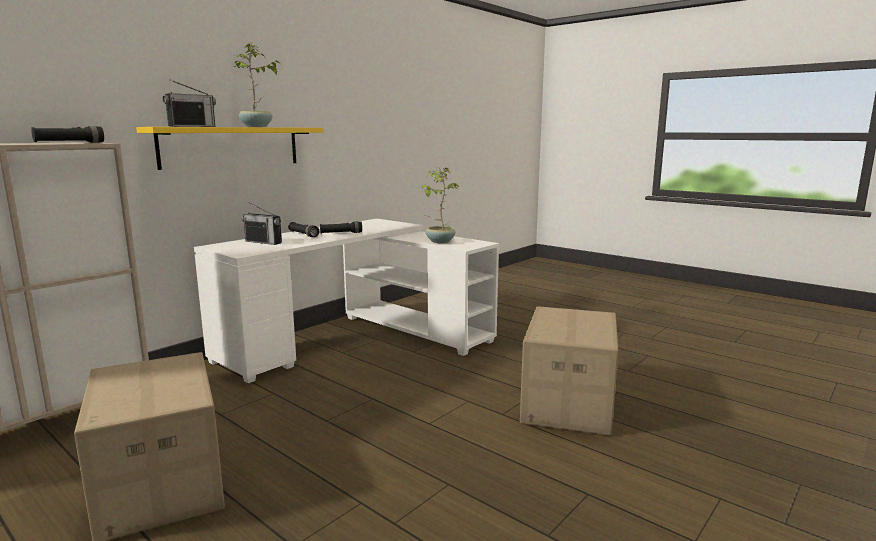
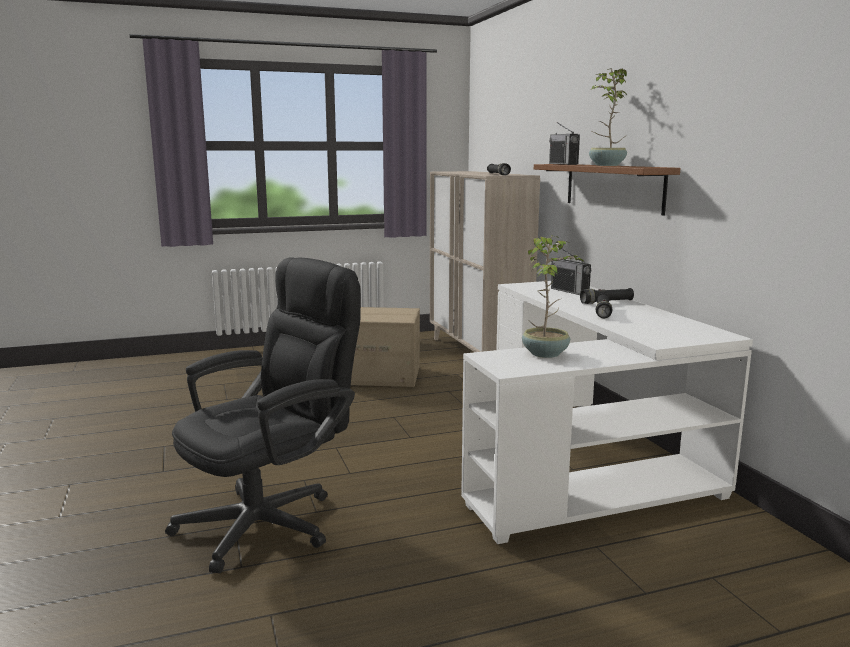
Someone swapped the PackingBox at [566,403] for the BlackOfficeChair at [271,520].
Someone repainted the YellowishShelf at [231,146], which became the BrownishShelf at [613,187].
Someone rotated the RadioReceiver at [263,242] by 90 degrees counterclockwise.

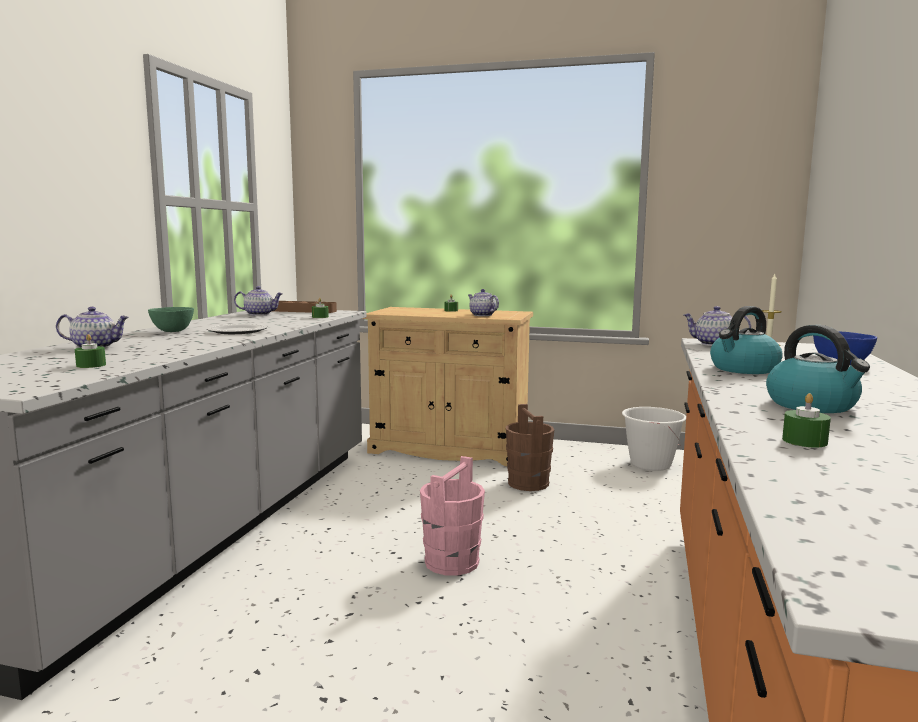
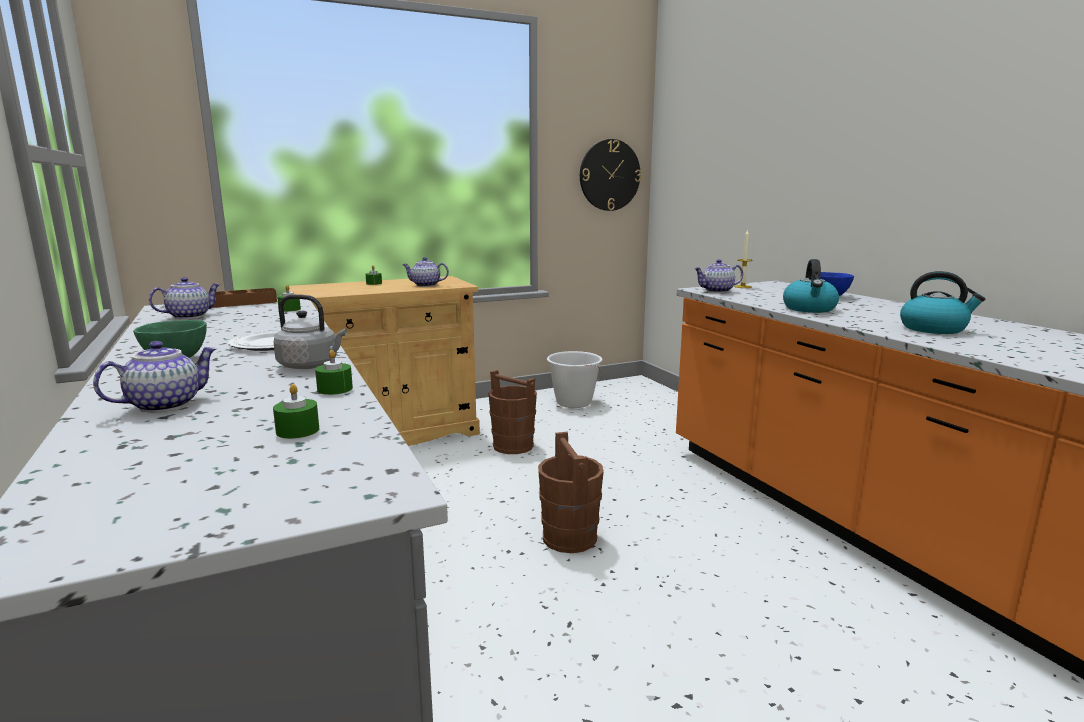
Someone put down the GreyishKettle at [311,365].
Someone carried the GreenColouredWaxLight from [804,441] to [335,389].
Someone repainted the PinkColouredWaterBucket at [452,562], which became the BrownishWaterBucket at [569,537].
Someone put up the HangingClock at [609,175].

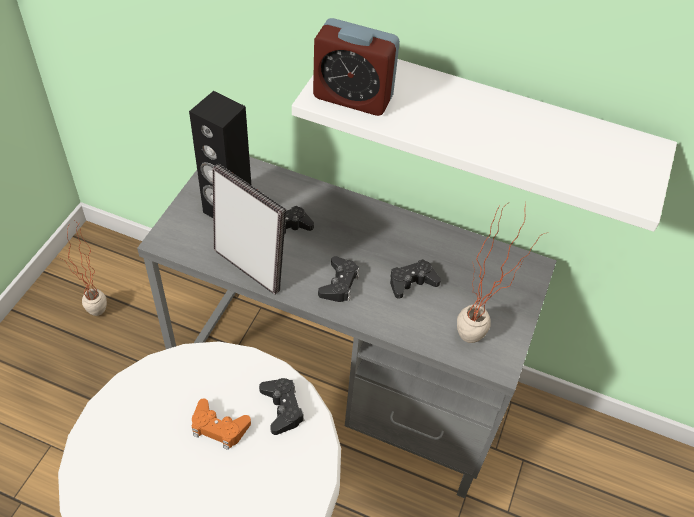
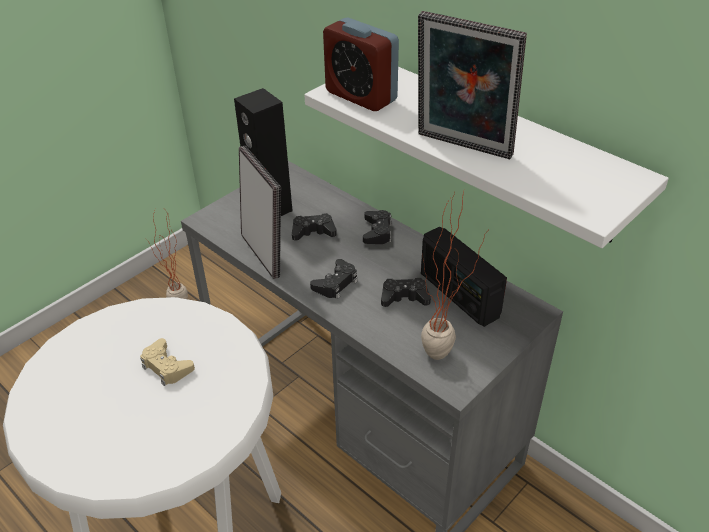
Someone repainted the OrangeyGamepad at [219,427], which became the BeigeColouredGamepad at [166,366].
Someone carried the BlackGamepad from [282,408] to [377,232].
Someone put down the PictureFrame at [462,147].
Someone put down the RadioReceiver at [458,295].

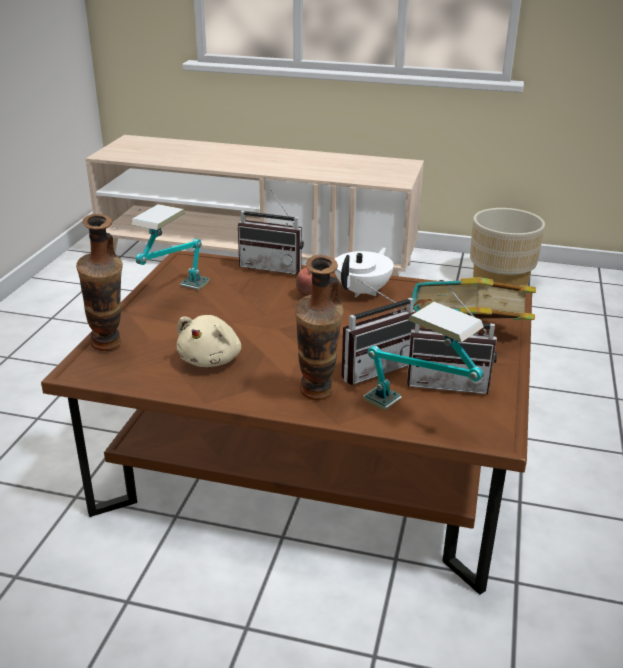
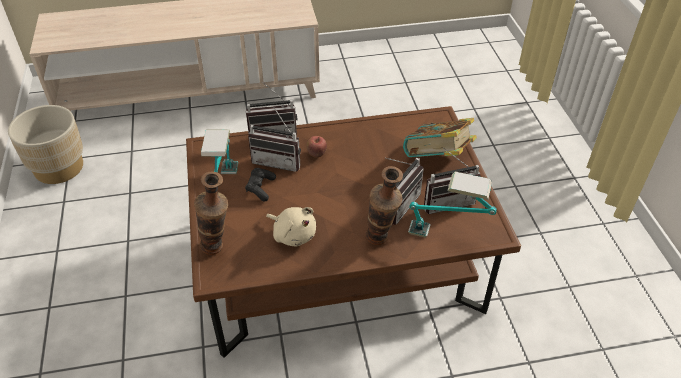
Someone carried the BeigeColouredPlanter from [500,280] to [59,167].
Someone put down the BlackGamepad at [260,188].
Someone put down the RadioReceiver at [278,161].
Someone rotated the BeigeColouredPlushToy at [211,359] by 45 degrees counterclockwise.
Someone took away the WhiteColouredPotForTea at [363,291].

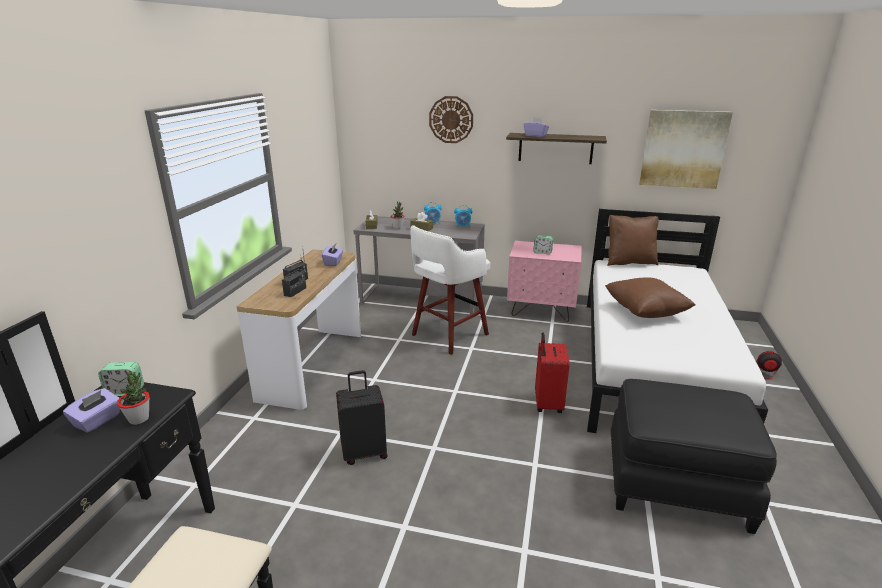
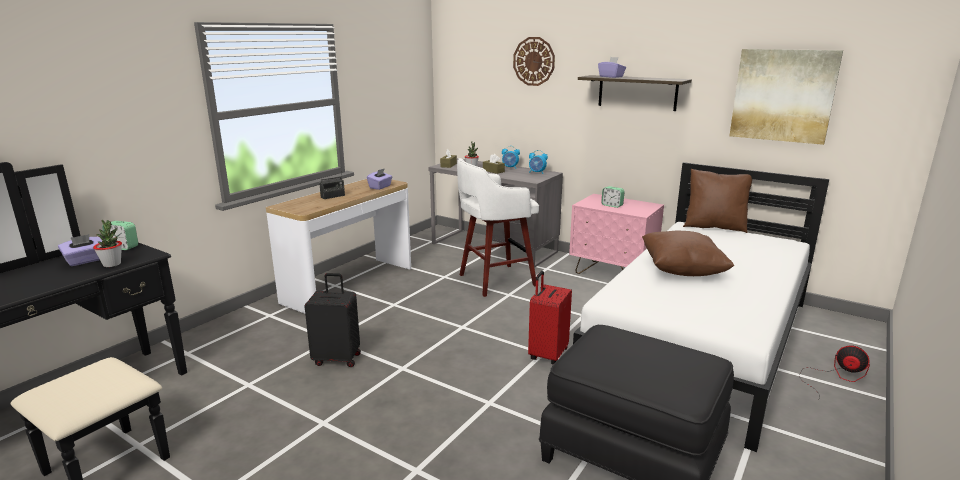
Someone took away the RadioReceiver at [295,291].

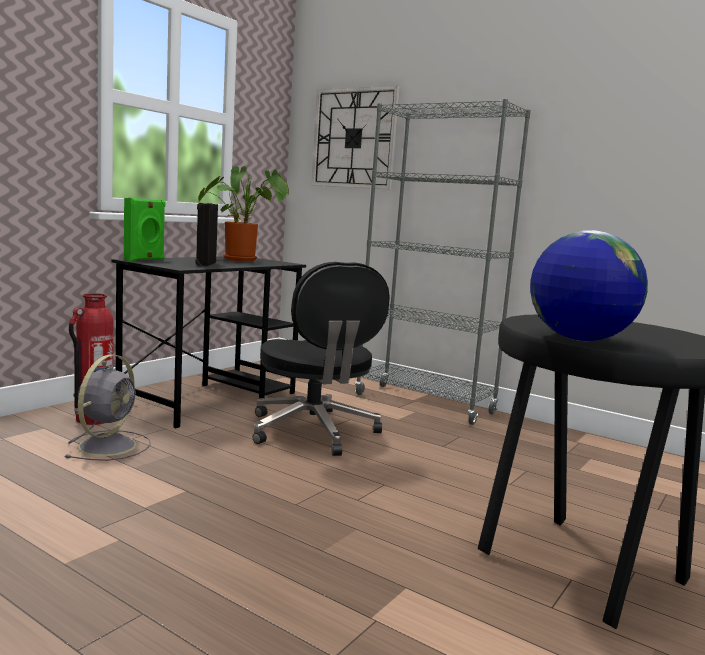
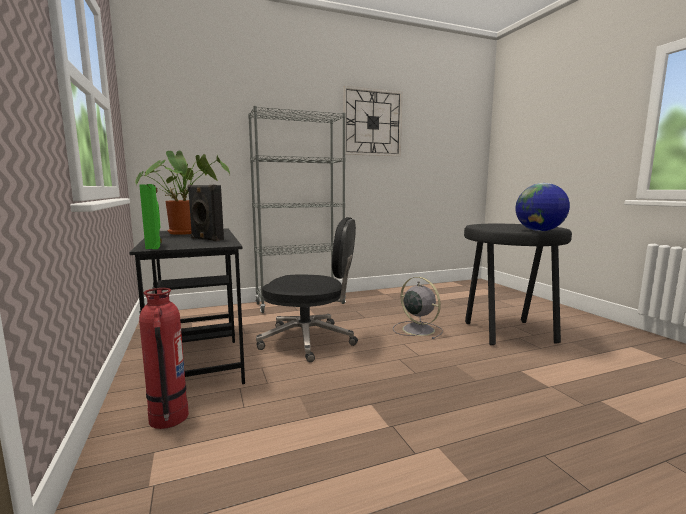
Someone carried the HangingClock from [354,138] to [372,123].
Someone carried the GreyishElectricFan from [109,445] to [417,329].

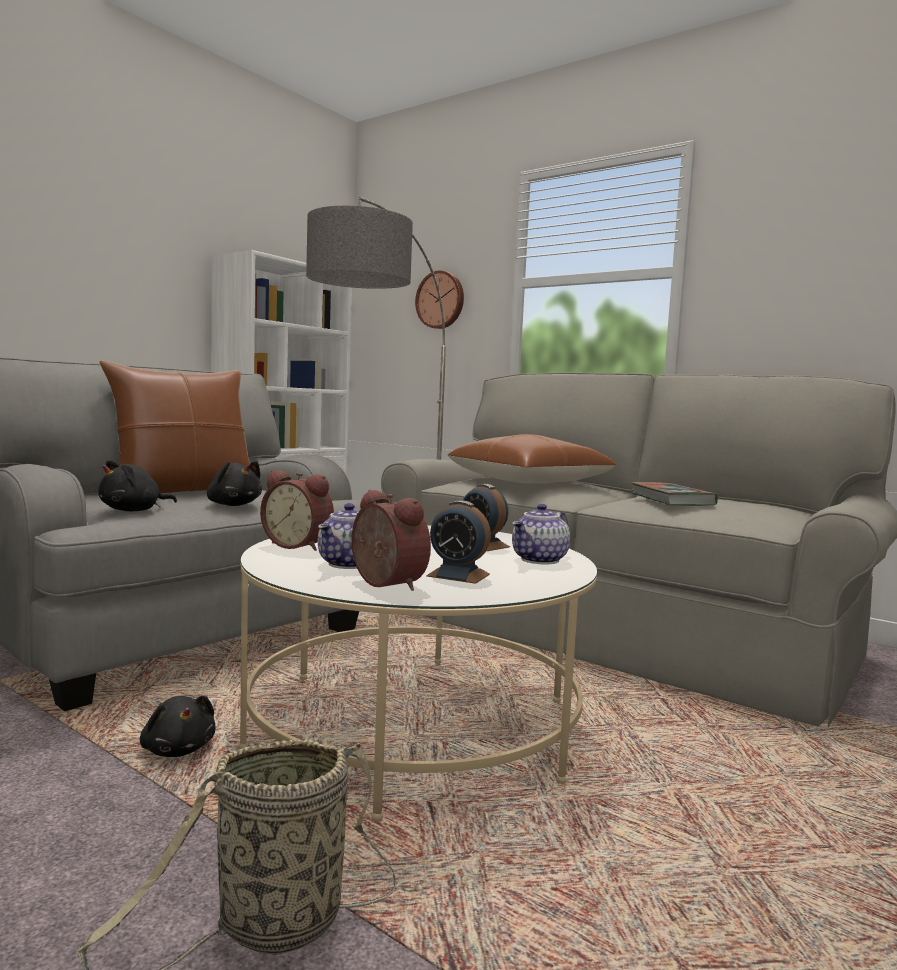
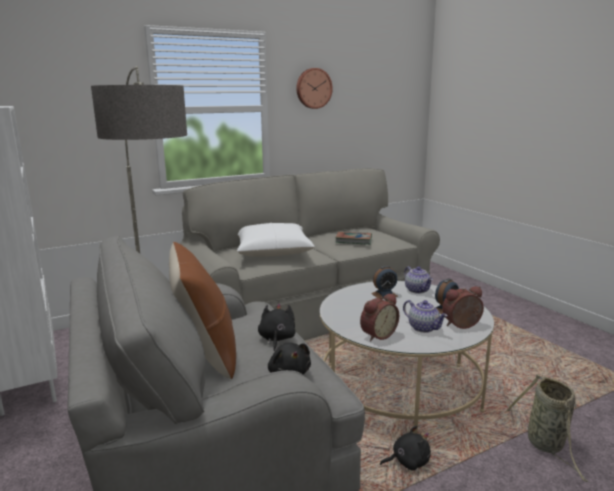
Someone repainted the BrownishCushion at [528,481], which became the WhiteColouredCushion at [272,251].
Someone rotated the BlackPlushToy at [233,505] by 60 degrees counterclockwise.
Someone carried the HangingClock from [441,300] to [313,88].

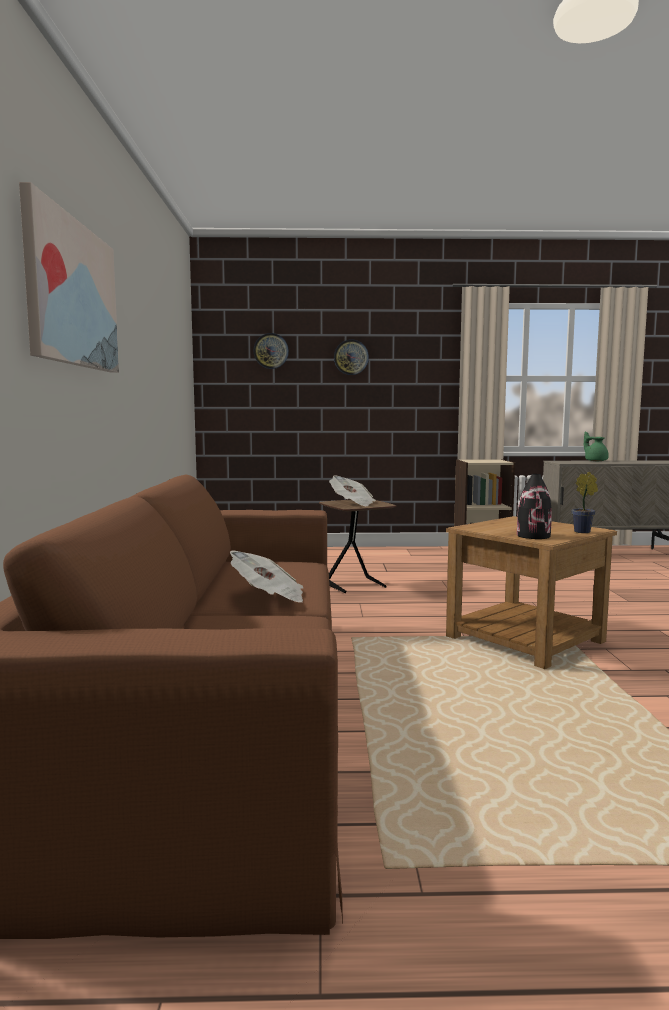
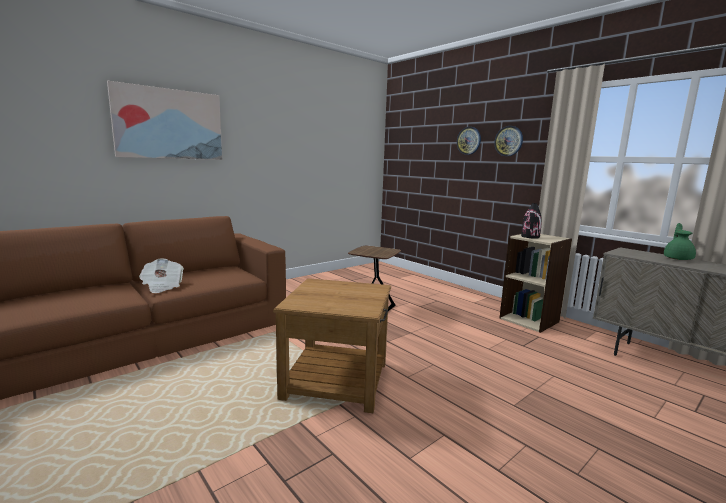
Someone carried the HangingClock from [271,351] to [508,141].
Someone carried the BlackVase from [533,536] to [530,236].
Someone took away the DailyPaper at [352,503].
Someone took away the Houseplant at [584,532].

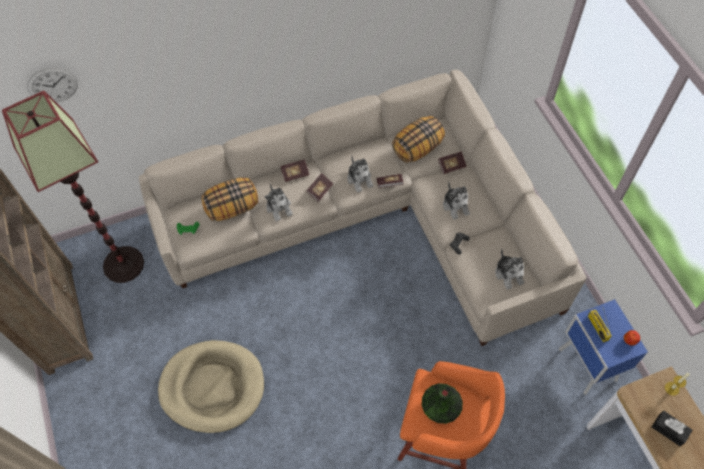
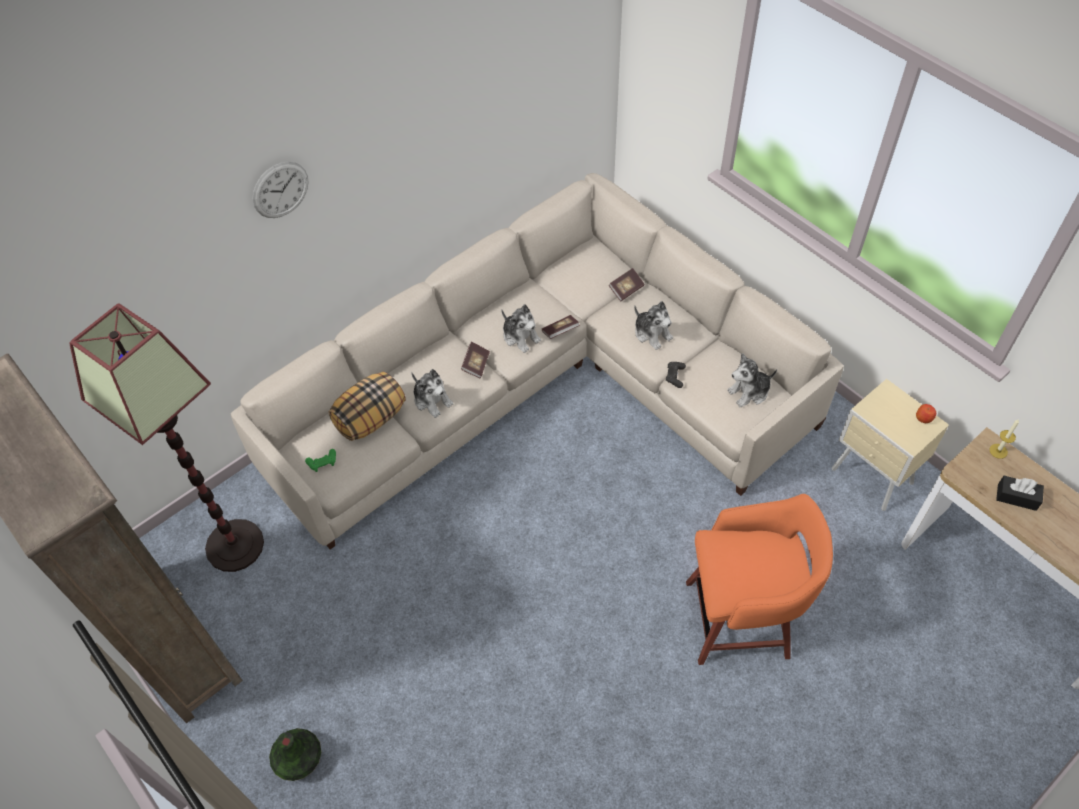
Someone carried the HangingClock from [52,85] to [280,190].
Someone carried the Vase from [440,408] to [299,760].
Someone rotated the PlushToy at [509,274] by 105 degrees clockwise.
Someone repainted the BlueColouredNightstand at [587,366], which became the BeigeColouredNightstand at [872,478].
Someone took away the BeigeColouredDogCushion at [212,387].
Someone took away the BoundBook at [295,174].
Someone took away the Cushion at [417,148].
Someone took away the RadioReceiver at [597,327].

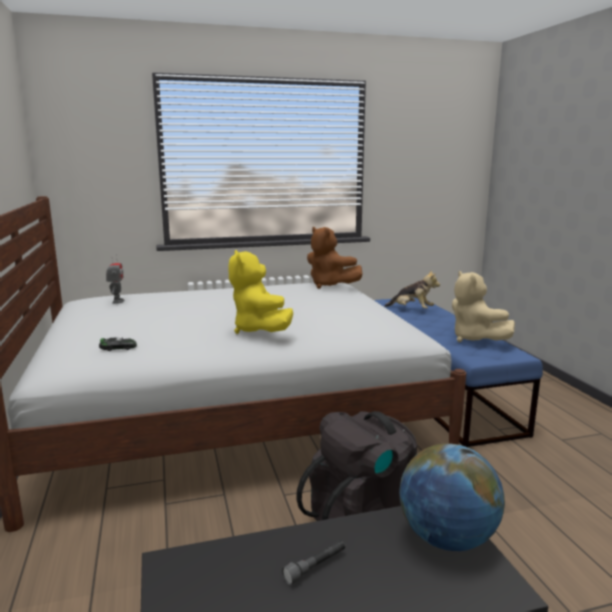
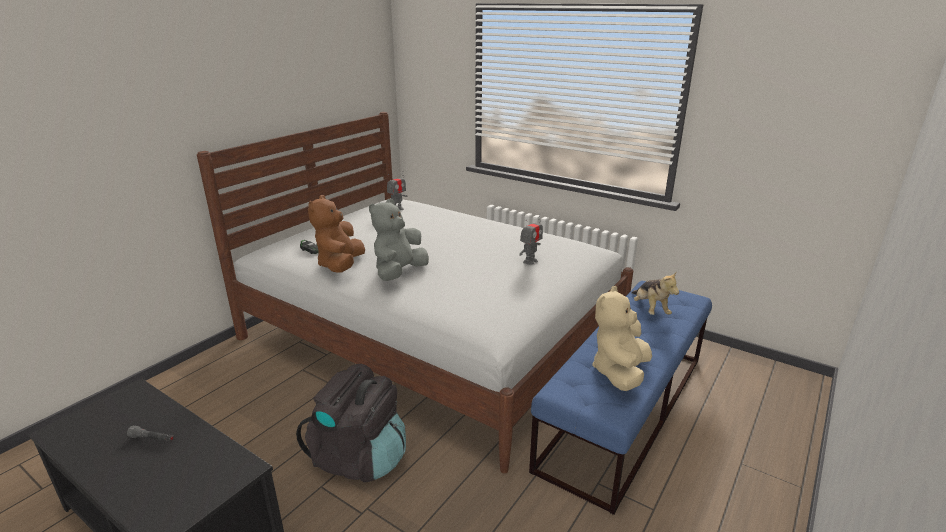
Someone carried the BrownishPlushToy from [329,285] to [340,265].
Someone repainted the YellowishPlushToy at [259,330], which became the GreyishPlushToy at [399,273].
Someone put down the ToyRobot at [530,261].
Someone took away the Globe at [447,538].

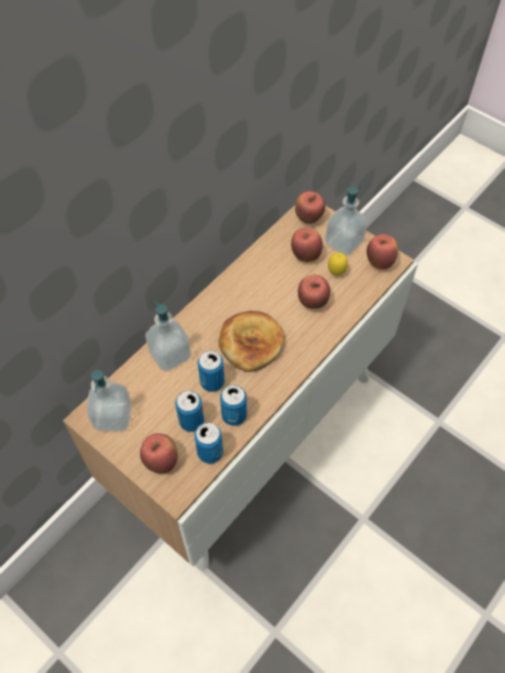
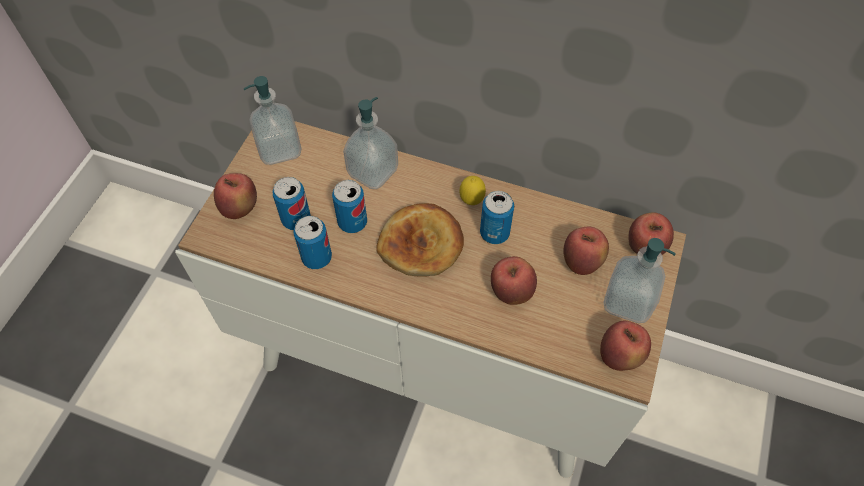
Someone carried the Lemon from [336,272] to [471,201].
Someone carried the Can from [210,452] to [494,233].

